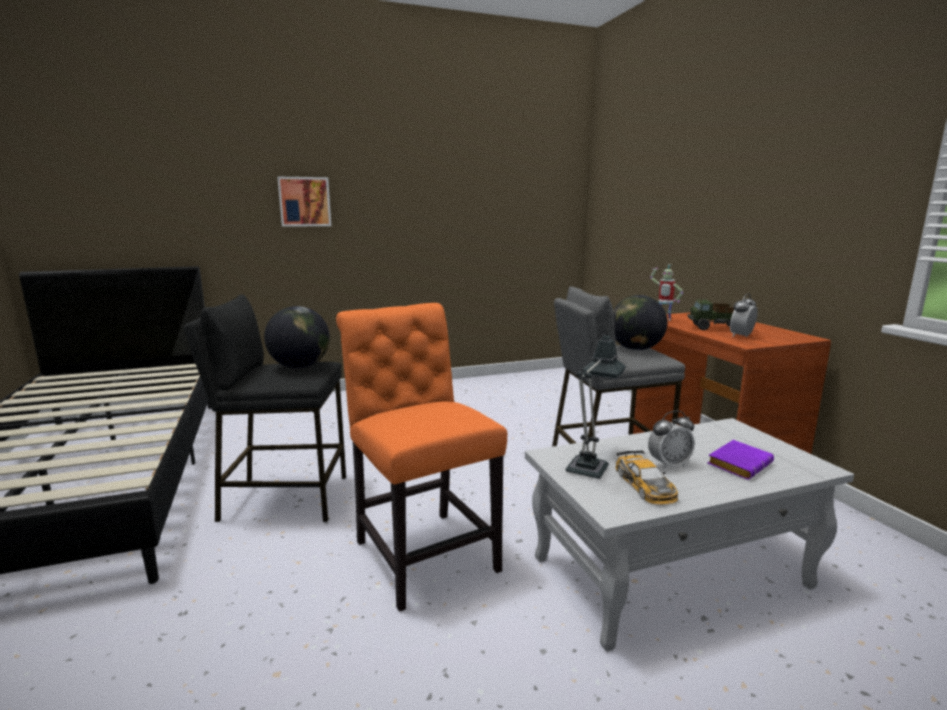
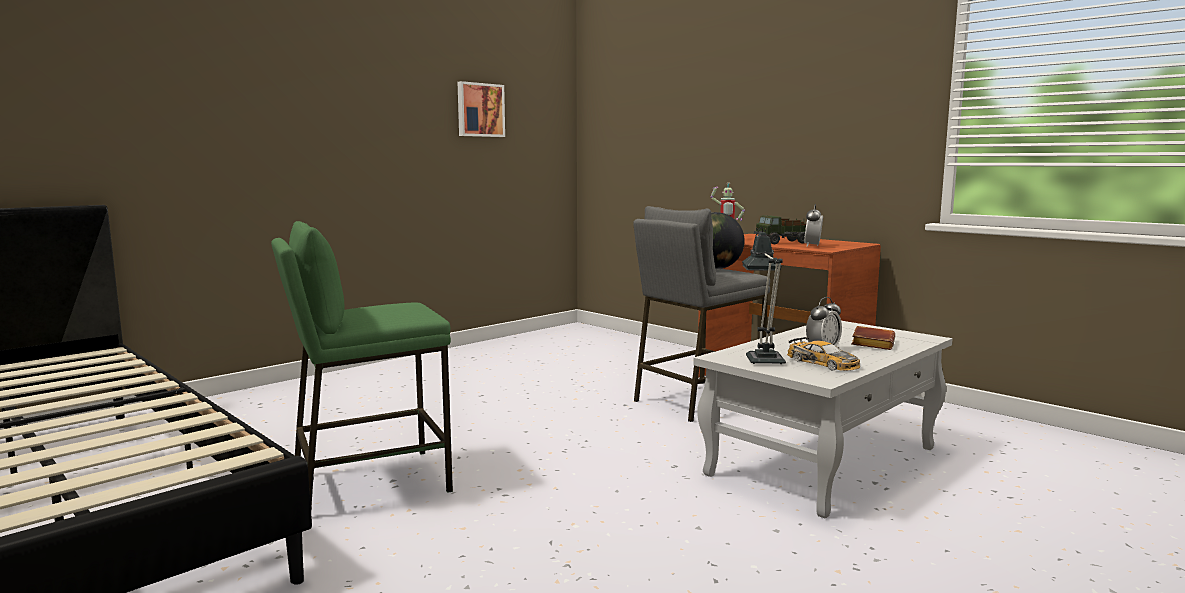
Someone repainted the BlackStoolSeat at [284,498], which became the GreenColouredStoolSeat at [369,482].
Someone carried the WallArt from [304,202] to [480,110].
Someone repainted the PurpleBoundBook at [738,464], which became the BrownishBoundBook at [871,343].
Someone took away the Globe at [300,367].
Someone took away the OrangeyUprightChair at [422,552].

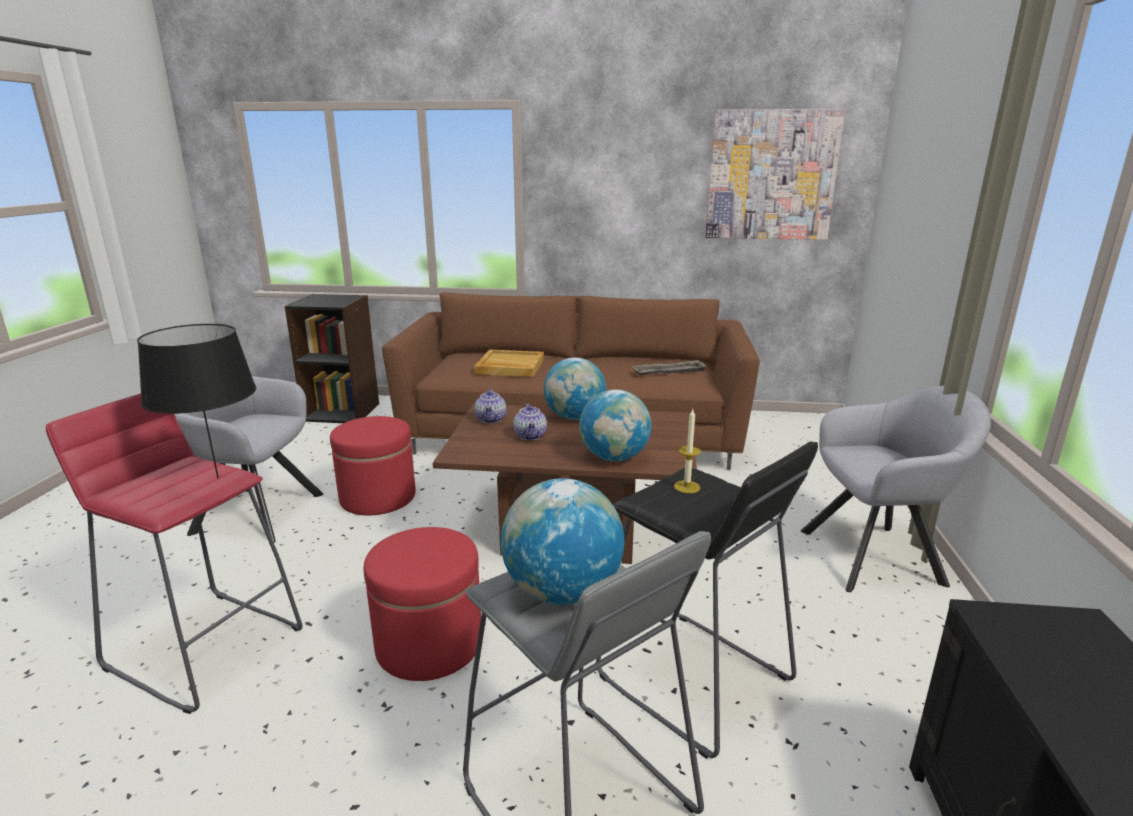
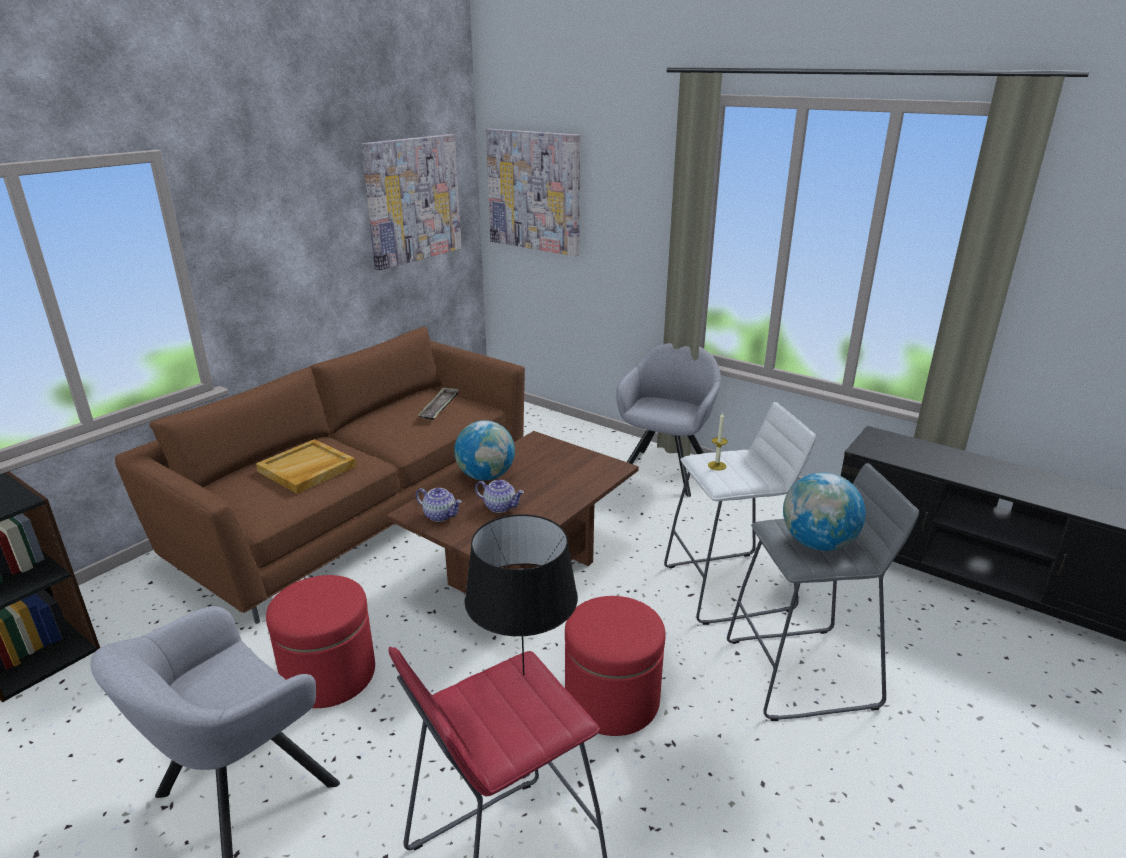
Someone put up the WallArt at [534,191].
Someone repainted the BlackStoolSeat at [694,680], which became the WhiteColouredStoolSeat at [729,587].
Someone took away the Globe at [614,458].

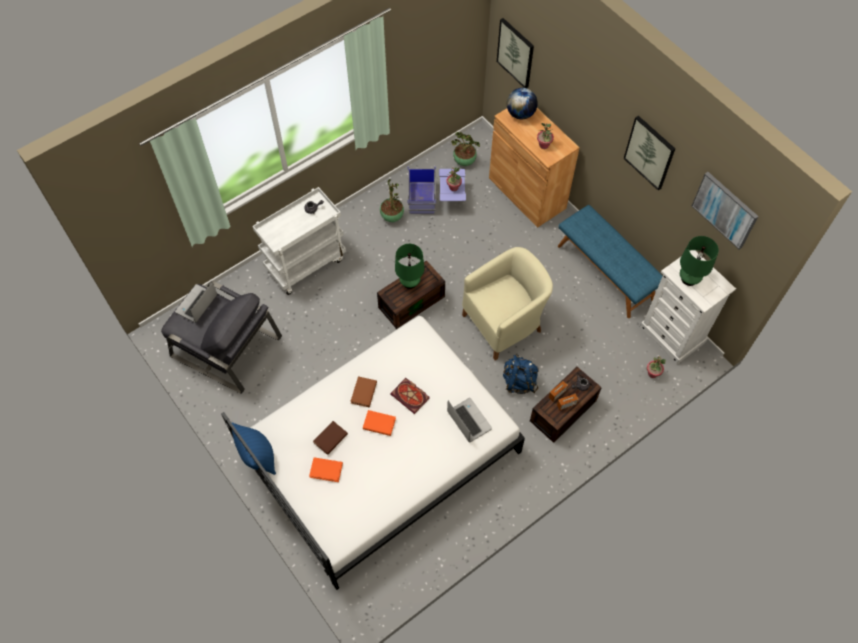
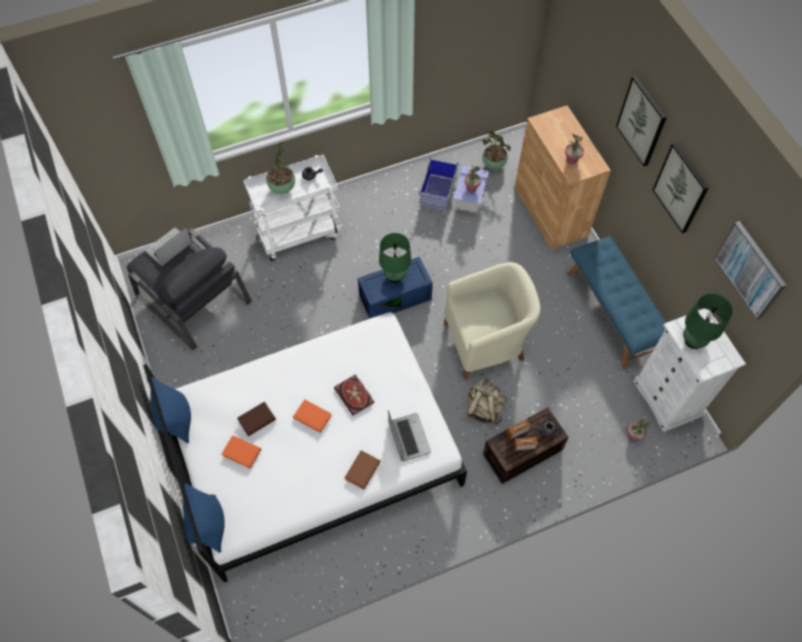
Someone put down the BlueColouredCushion at [209,525].
Someone carried the Houseplant from [392,216] to [282,187].
Someone carried the BrownishBoundBook from [364,392] to [362,470].
Someone repainted the BrownishStorageBox at [411,301], which became the BlueColouredStorageBox at [395,296].
Someone repainted the BlueColouredKnapsack at [519,381], which became the BeigeColouredKnapsack at [484,408].
Someone carried the WallArt from [516,53] to [642,121].
Someone took away the Globe at [520,114].

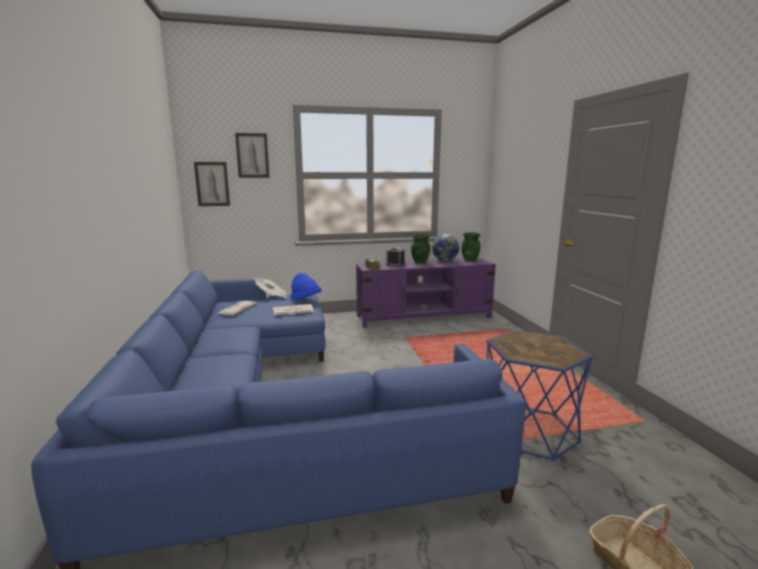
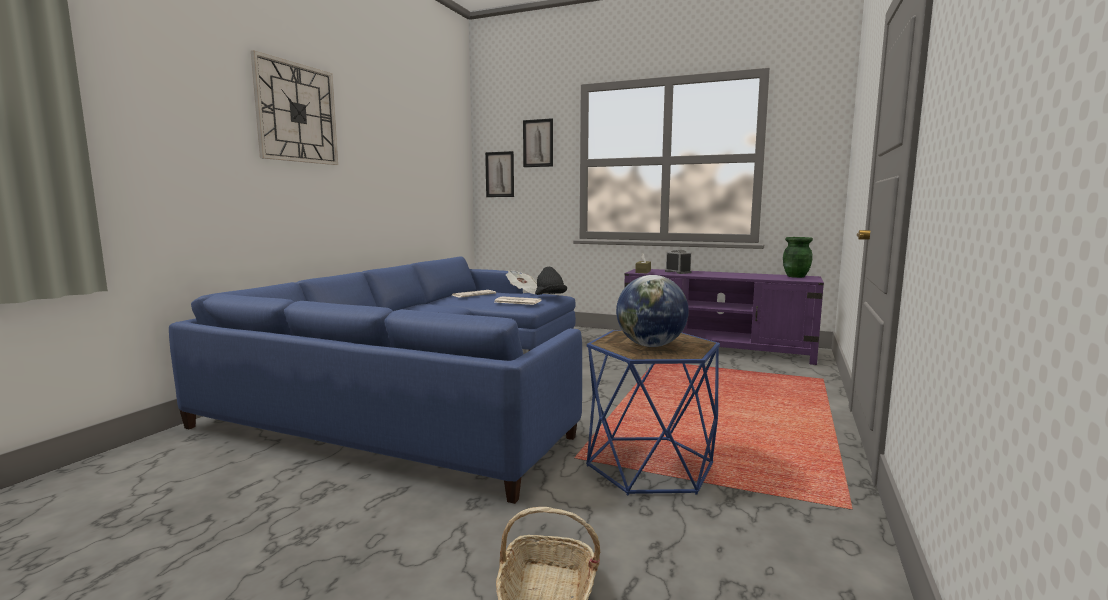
Someone put up the HangingClock at [296,113].
Someone repainted the BlueColouredHat at [306,299], which became the BlackHat at [550,297].
Someone carried the Globe from [445,261] to [650,345].
Someone took away the GreenColouredVase at [420,262].

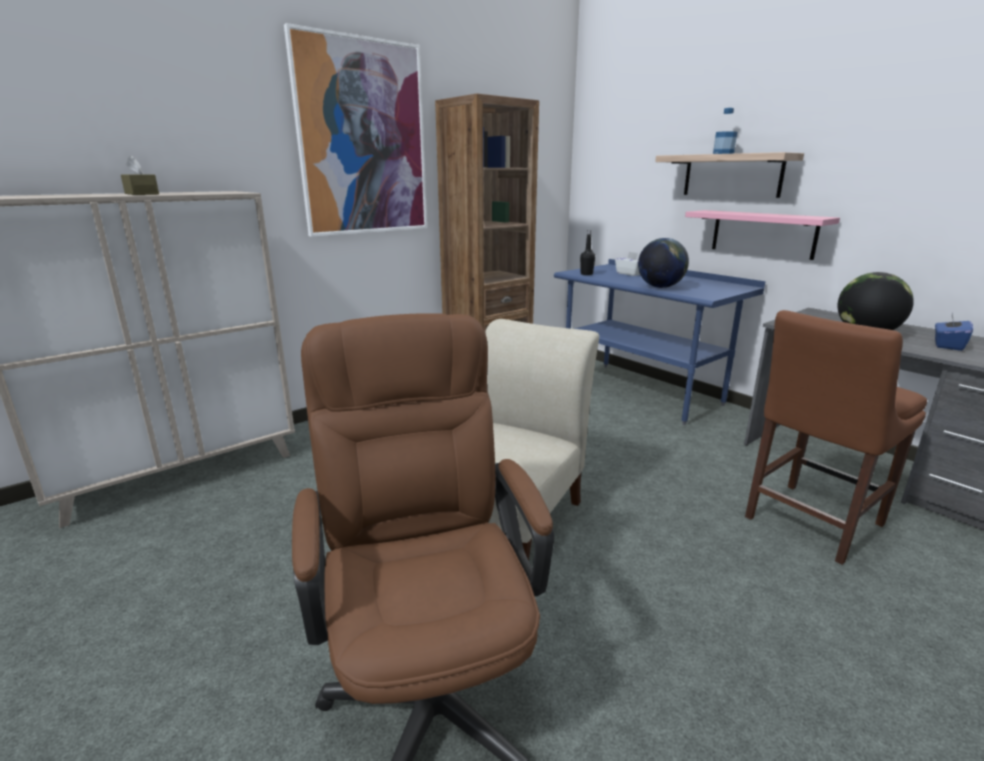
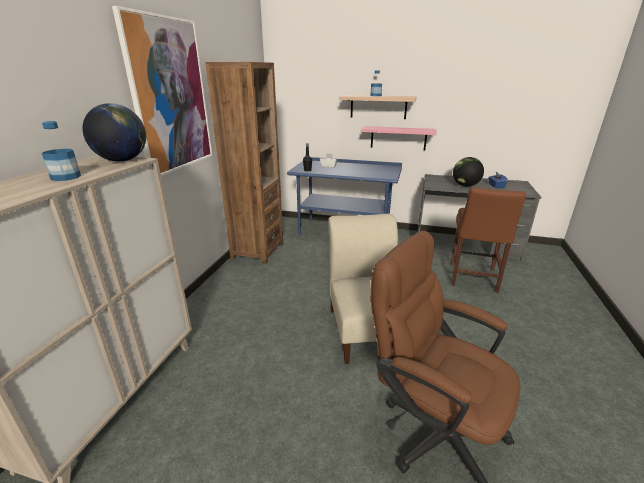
Someone swapped the BrownishTissueBox at [141,194] for the DrinkBottle at [66,177].
Someone carried the Globe from [660,287] to [122,161].

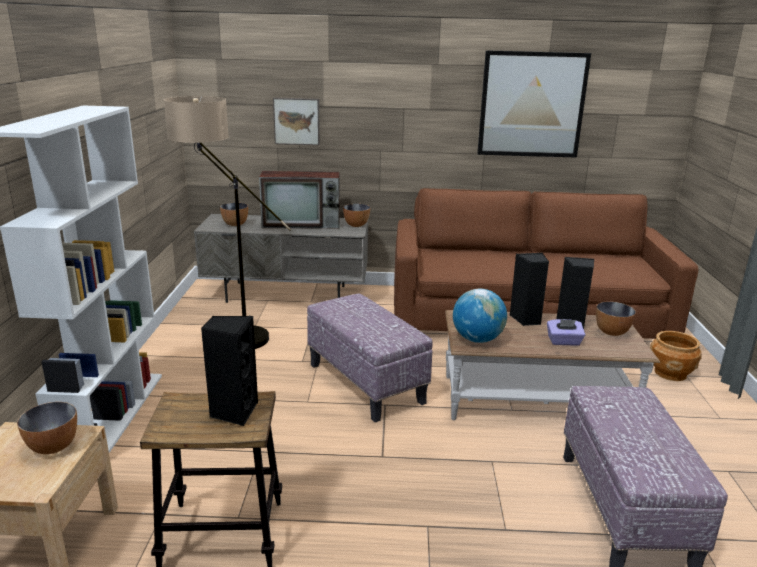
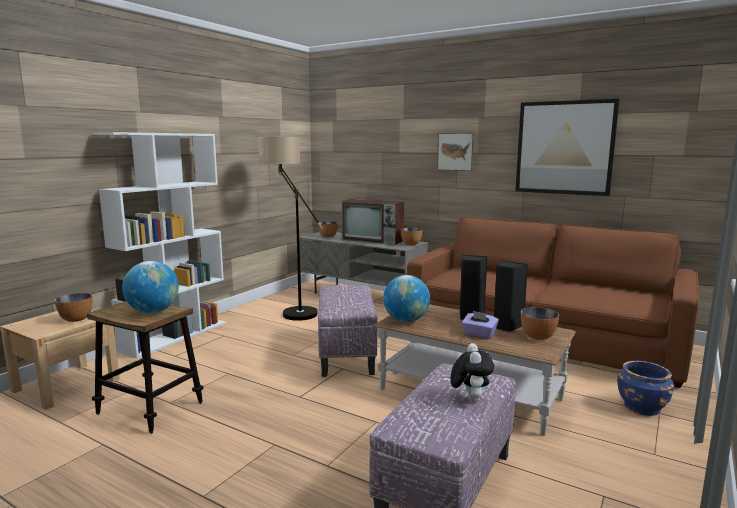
Someone swapped the BlackAudioSpeaker at [233,412] for the Globe at [153,311].
Someone carried the WallArt from [297,121] to [456,151].
Someone put down the PlushToy at [470,399].
Someone repainted the BrownishPlanter at [670,373], which became the BlueColouredPlanter at [642,407].

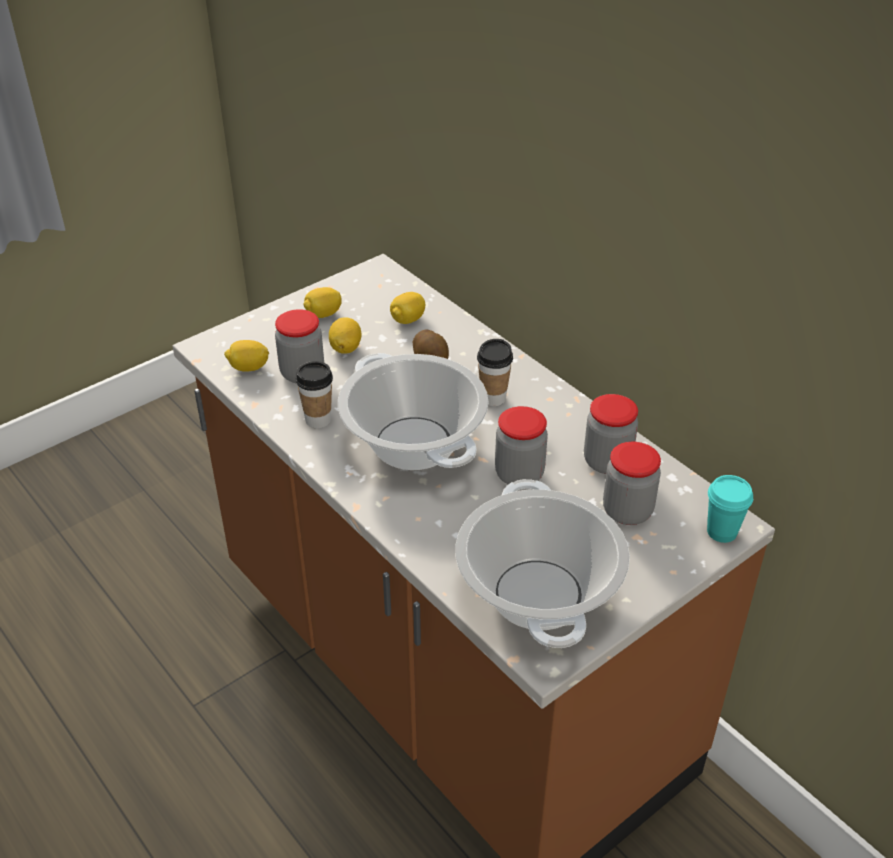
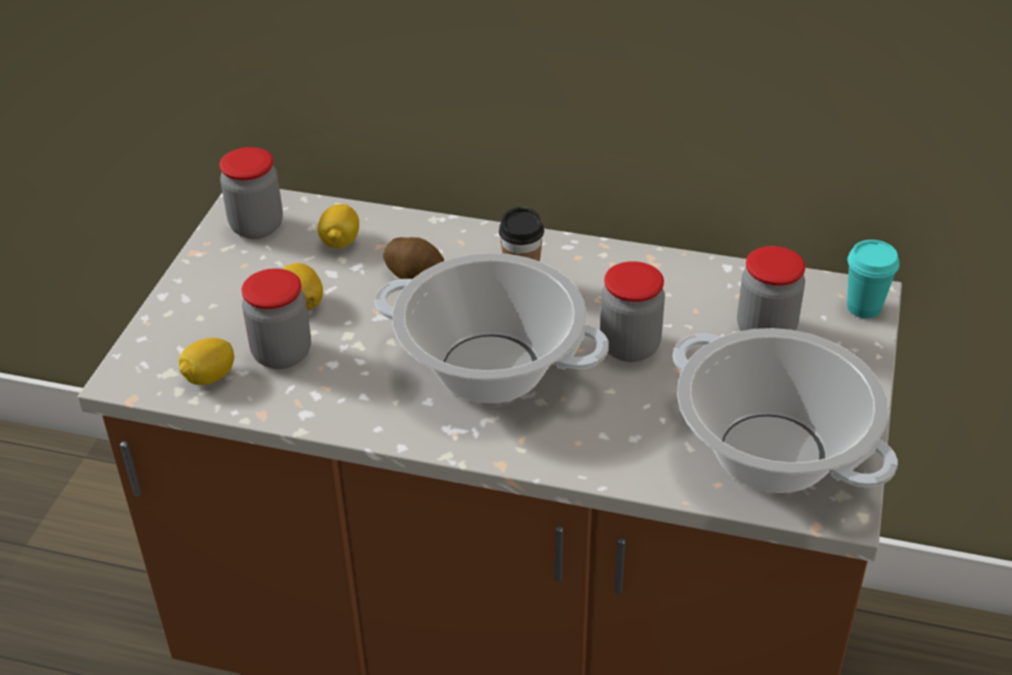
Someone carried the Jar from [607,462] to [256,226].
Someone took away the Cup at [318,420].
Someone took away the Lemon at [323,315].

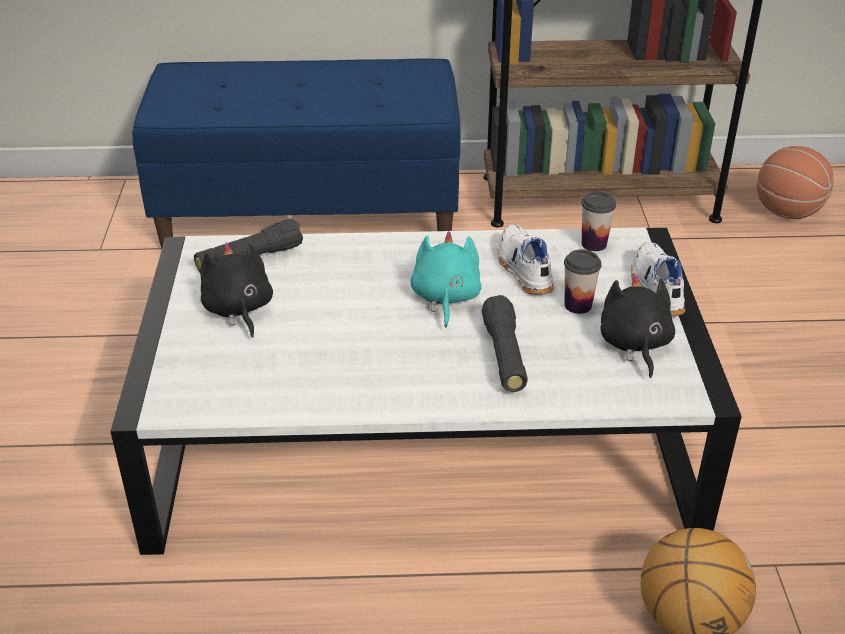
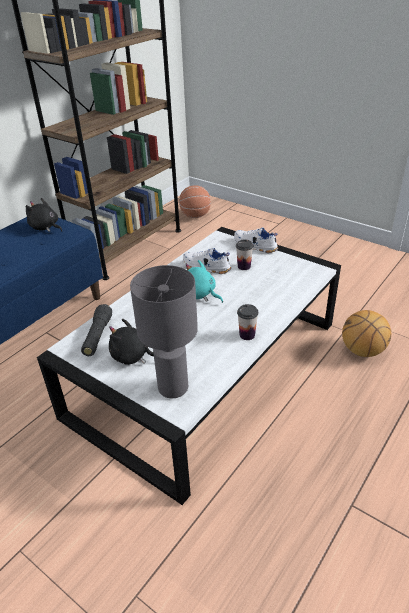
Someone carried the BlackPlushToy from [634,344] to [45,227].
Someone put down the GreyishTableLamp at [172,387].
Someone carried the Cup from [594,244] to [247,335].
Someone took away the BlackTorch at [504,356].

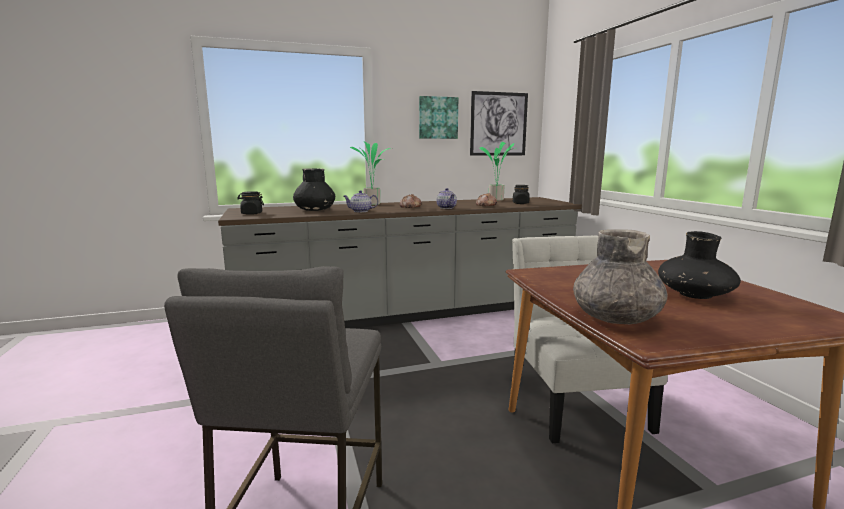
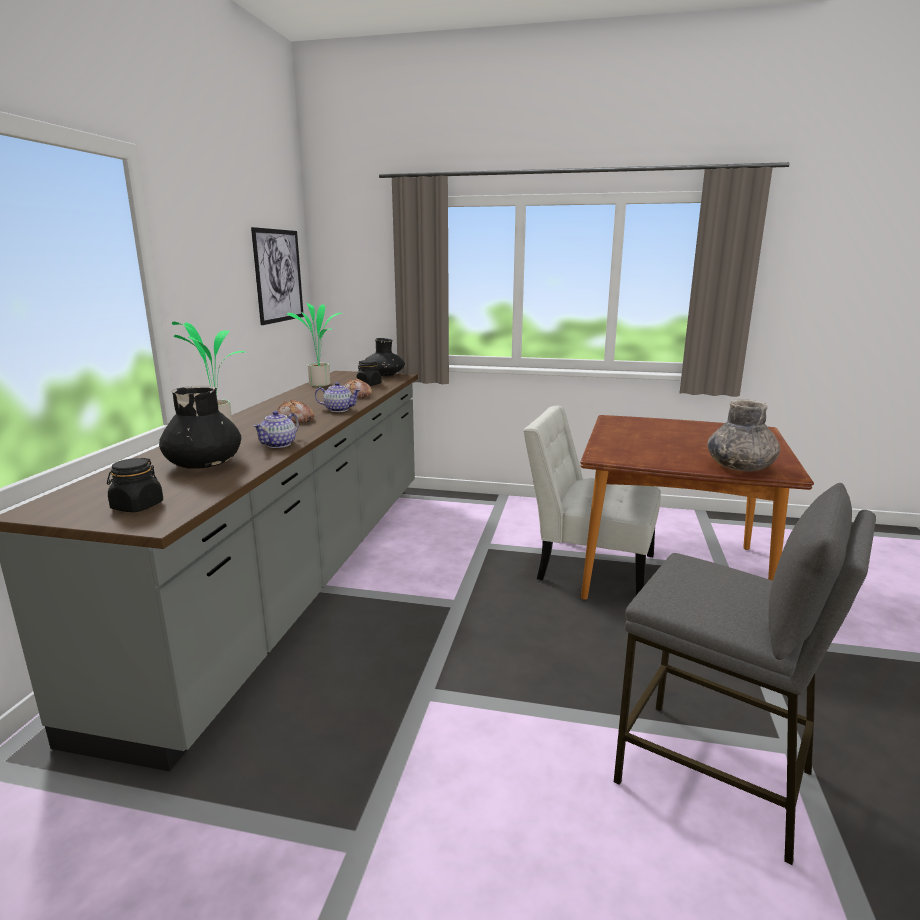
Someone carried the BlackVase from [694,294] to [384,375].
Someone took away the WallArt at [438,118].

